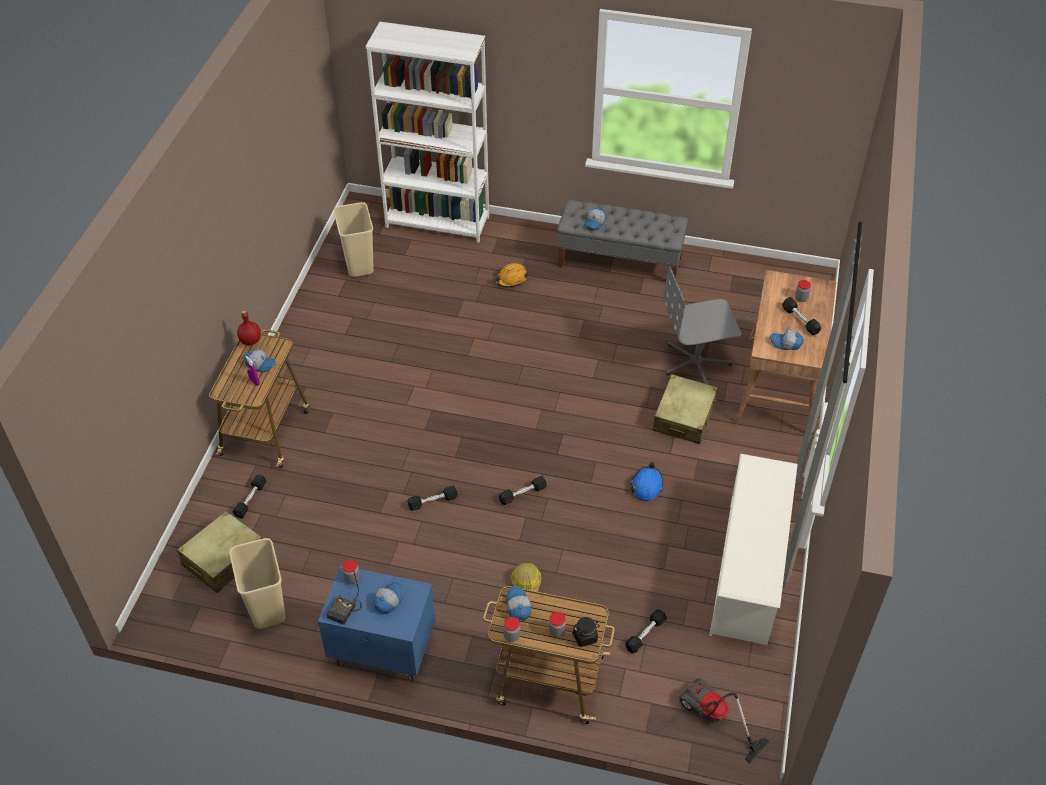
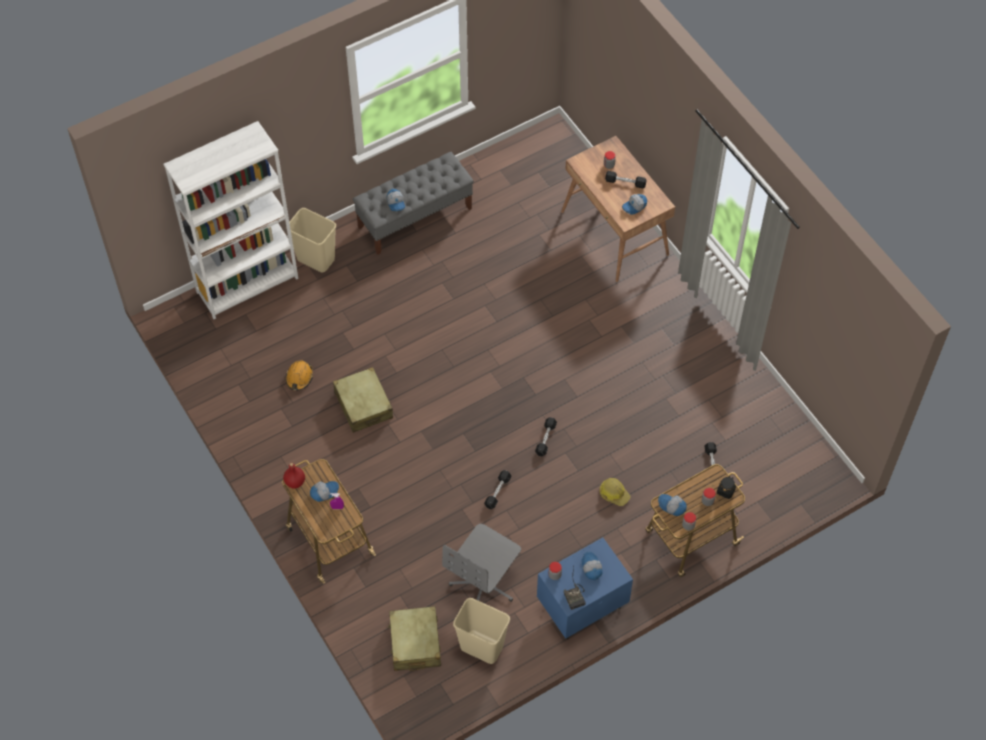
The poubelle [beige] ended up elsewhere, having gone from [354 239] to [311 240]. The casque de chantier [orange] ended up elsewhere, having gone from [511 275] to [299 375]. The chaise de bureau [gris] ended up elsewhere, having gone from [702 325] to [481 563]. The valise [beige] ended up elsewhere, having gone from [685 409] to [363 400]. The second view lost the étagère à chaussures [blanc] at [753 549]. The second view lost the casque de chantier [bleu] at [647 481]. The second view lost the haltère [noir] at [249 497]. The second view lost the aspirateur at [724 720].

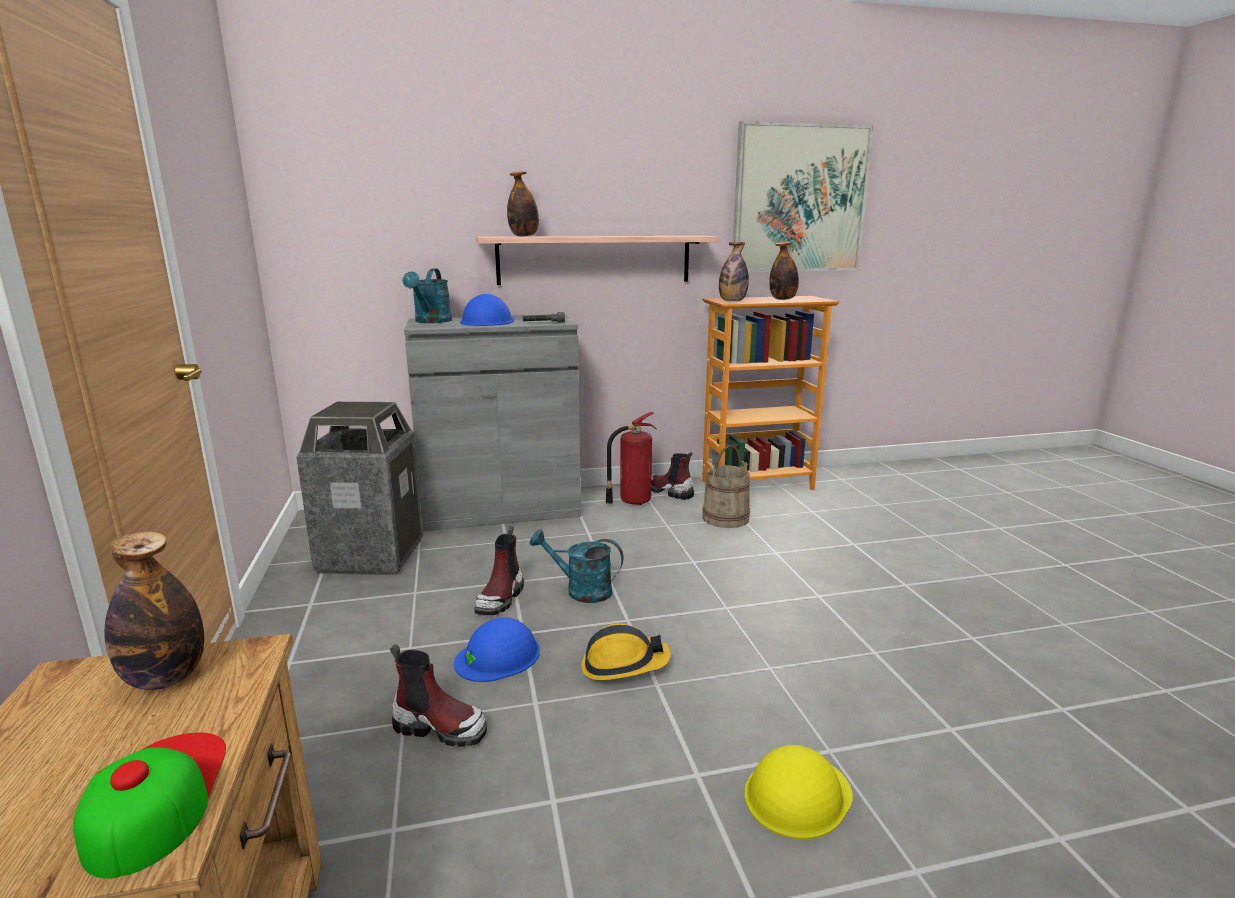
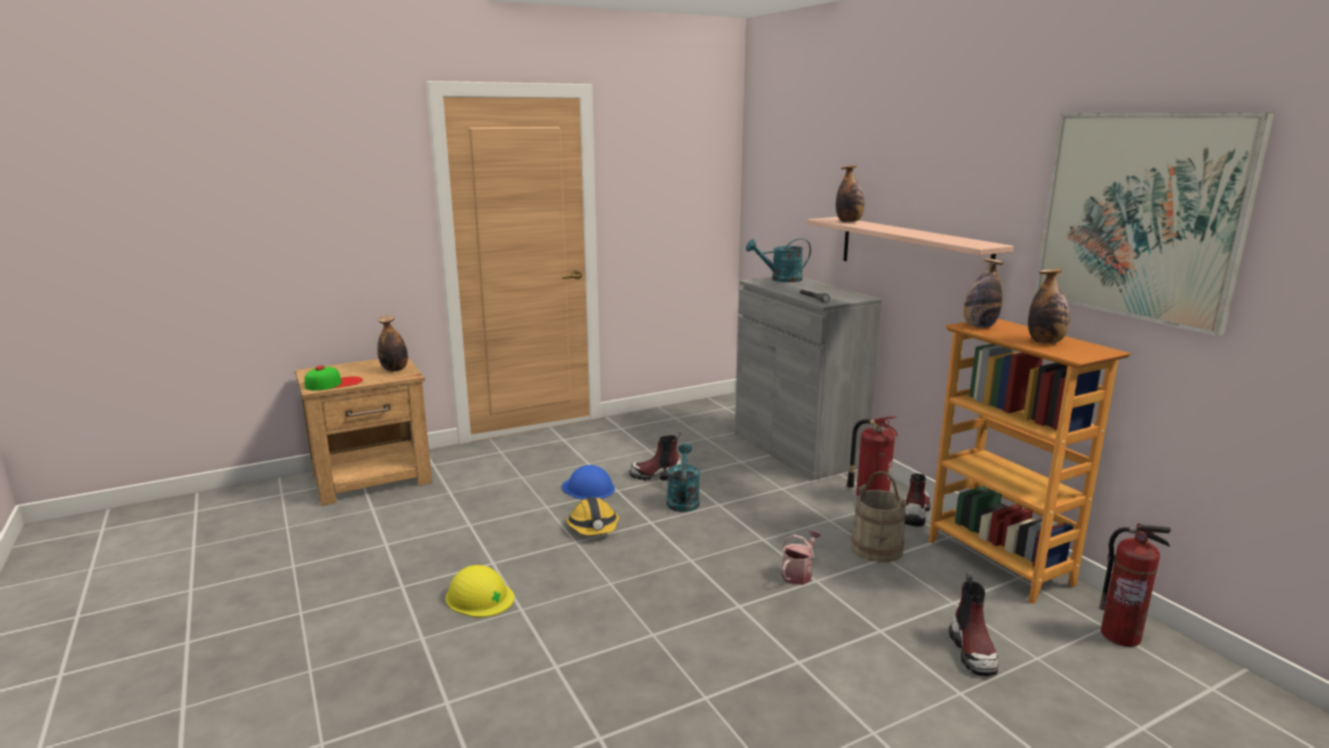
The second view lost the casque de chantier [bleu] at [487 310]. The second view lost the poubelle at [359 488]. The botte ended up elsewhere, having gone from [438 695] to [973 624]. The second view gained the extincteur at [1135 585]. The second view gained the arrosoir at [801 557].

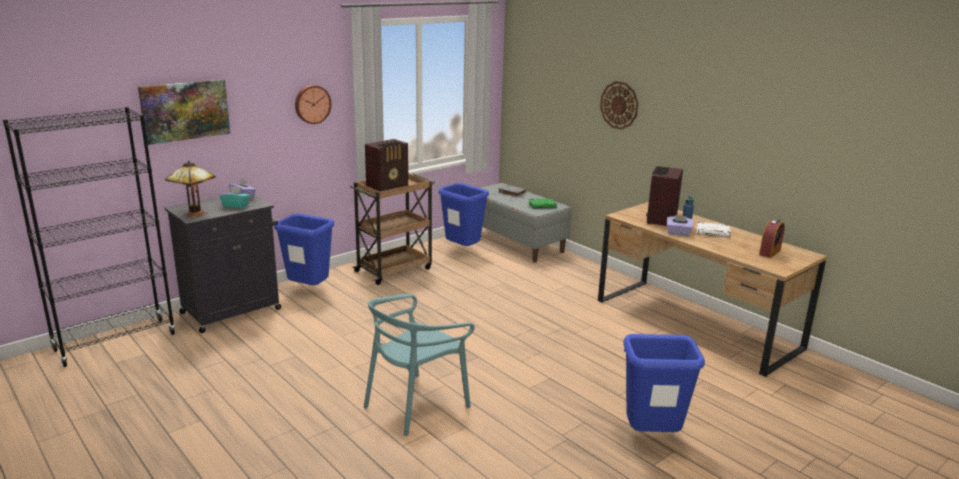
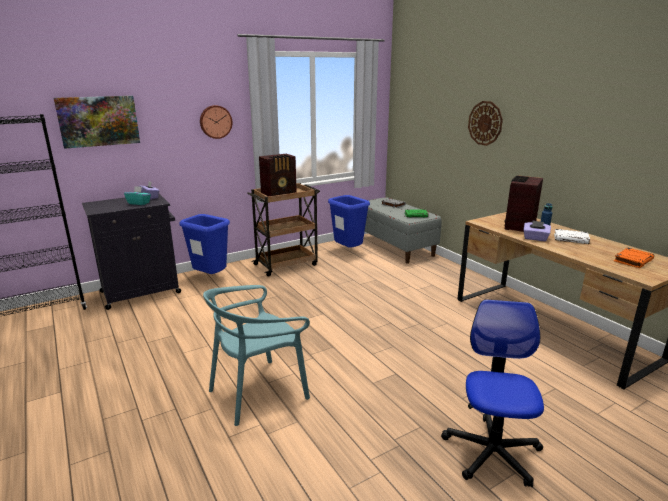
The second view lost the lampe de table at [190 189]. Where the réveil stood at [772 238], the livre [orange] came to stand at [634 258]. Where the poubelle [bleu] stood at [664 383], the chaise de bureau came to stand at [492 393].

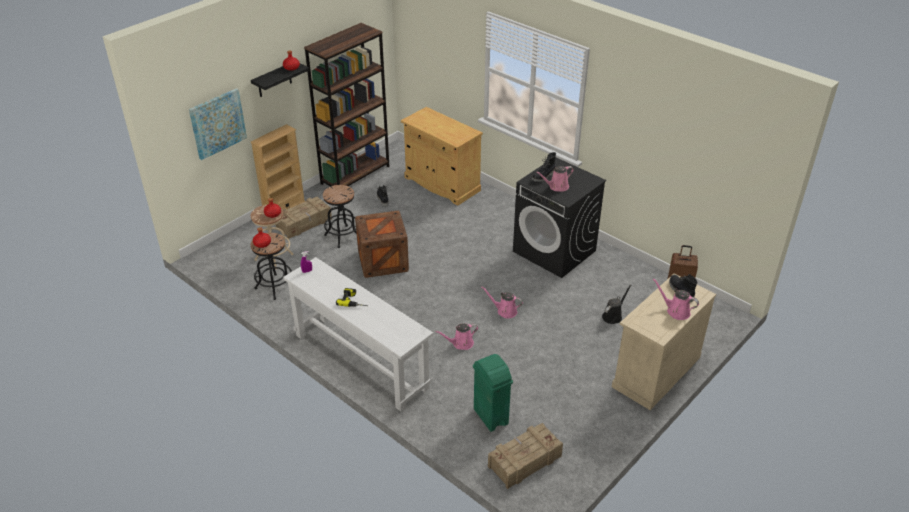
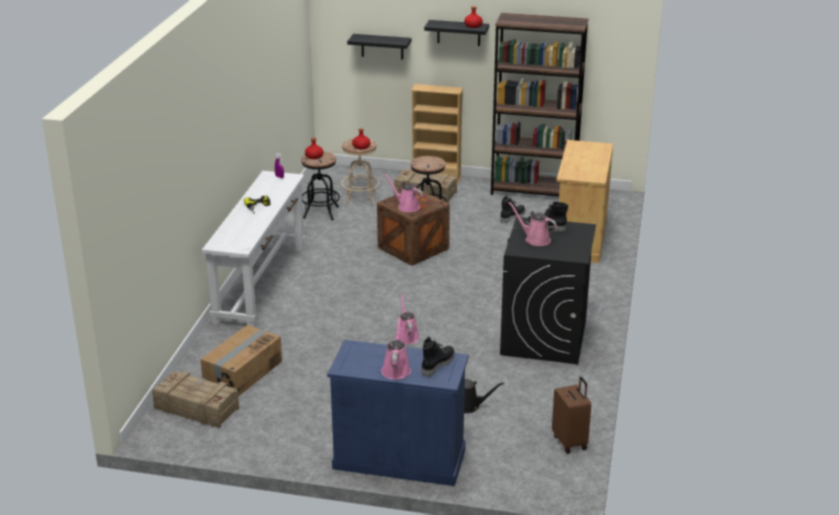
Where the tableau hung at [218 124], the étagère [noir] came to hang at [379 46]. What was the meuble de rangement [beige] at [664 341] turned into the meuble de rangement [bleu] at [398 413]. The arrosoir [rose] ended up elsewhere, having gone from [456 336] to [403 193]. Where the poubelle [vert] stood at [493 393], the carton came to stand at [241 360].

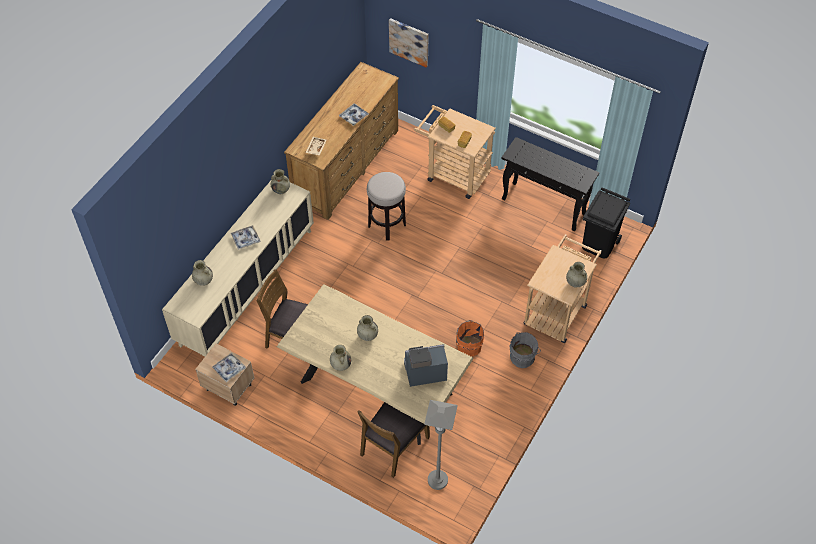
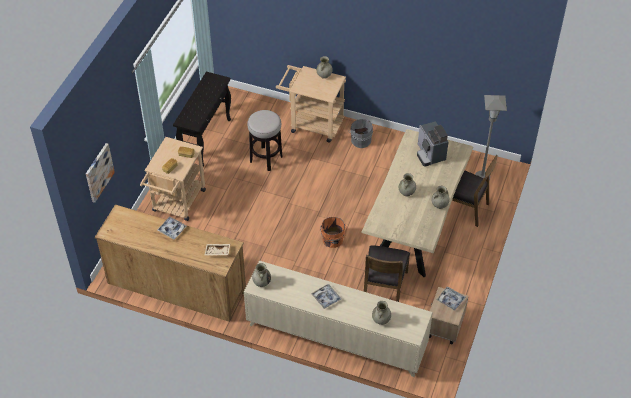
The tabouret ended up elsewhere, having gone from [386 206] to [265 140]. The second view lost the poubelle [noir] at [606 223]. The seau [orange] ended up elsewhere, having gone from [470 338] to [333 232].

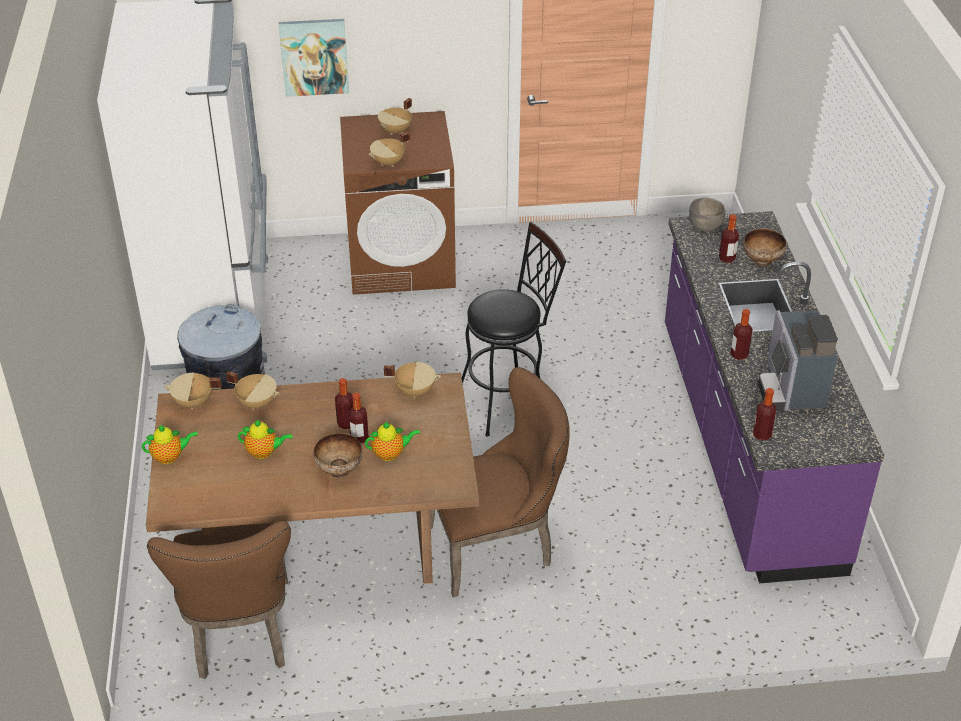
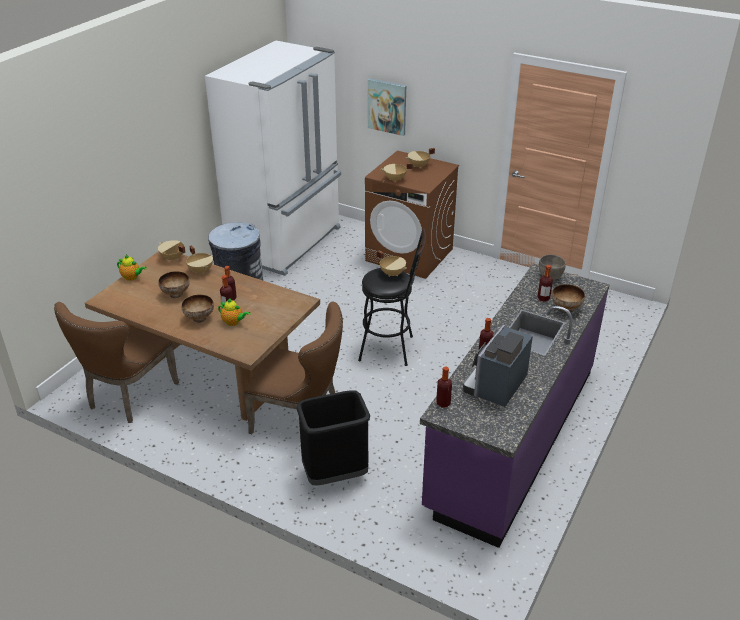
The marmite [beige] ended up elsewhere, having gone from [412 380] to [392 263]. Where the théière stood at [265 439], the bol came to stand at [174 284]. The second view gained the poubelle [noir] at [333 437].

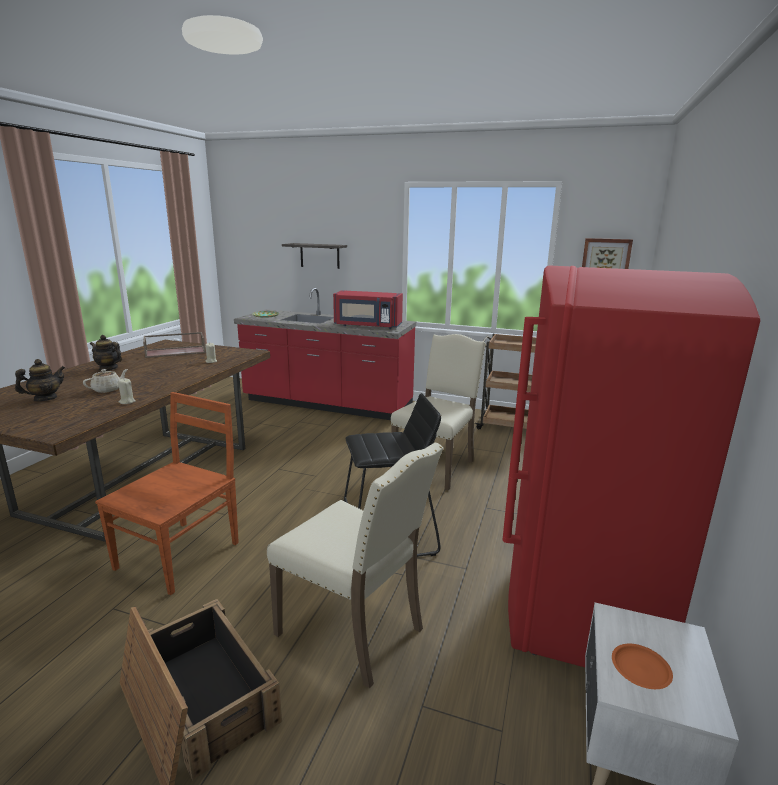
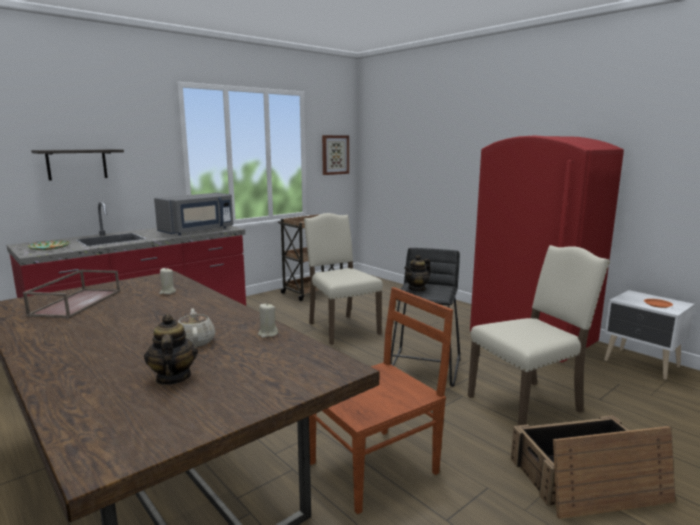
What was the micro-ondes [rouge] at [368 309] turned into the micro-ondes [gris] at [193 214]. The théière ended up elsewhere, having gone from [106 353] to [417 273]. The chaise [marron] at [167 493] ended up facing another way, 90 degrees clockwise from before.

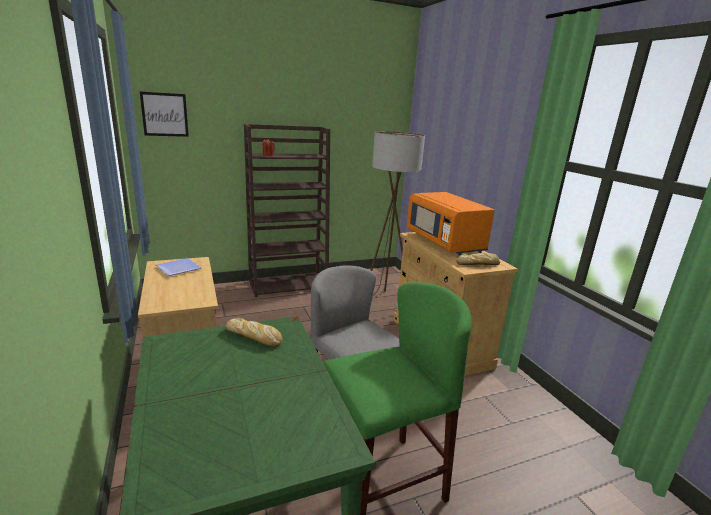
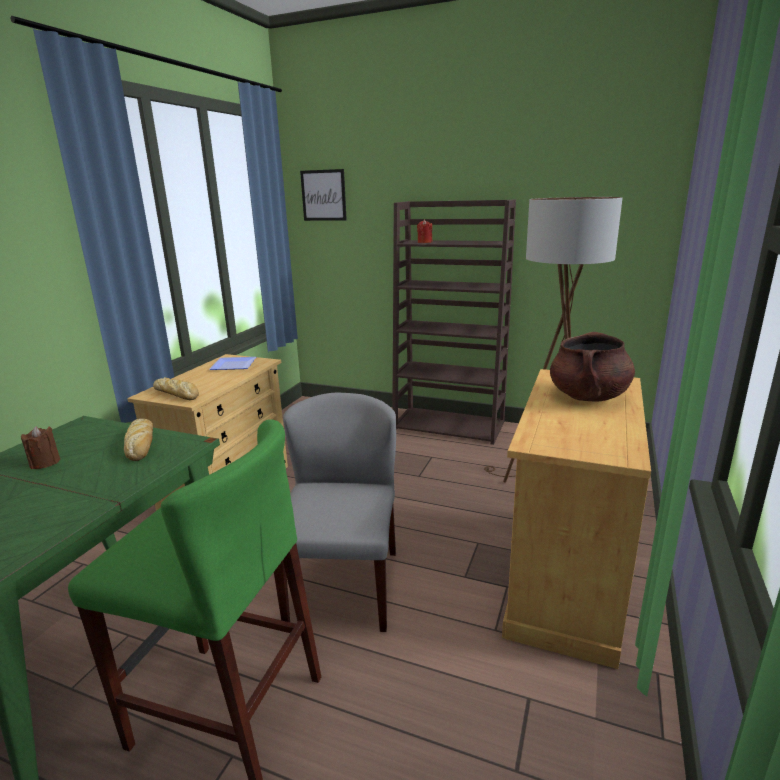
Where the micro-ondes [orange] stood at [450 224], the marmite [marron] came to stand at [592 367]. The pain ended up elsewhere, having gone from [478 259] to [176 388]. The second view gained the bougie [marron] at [40 447].

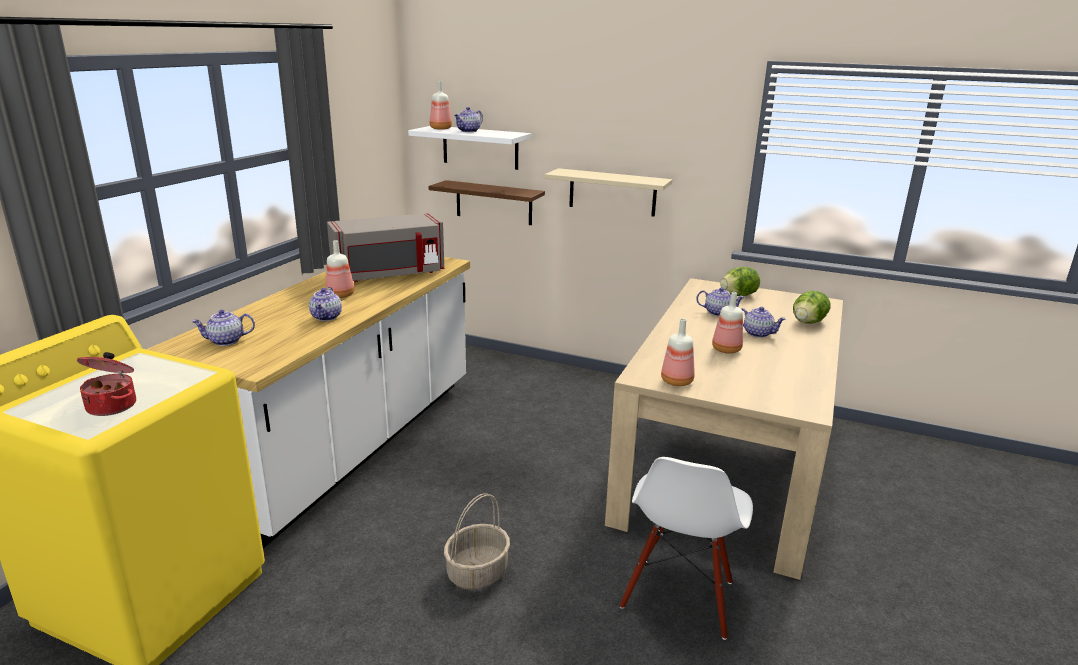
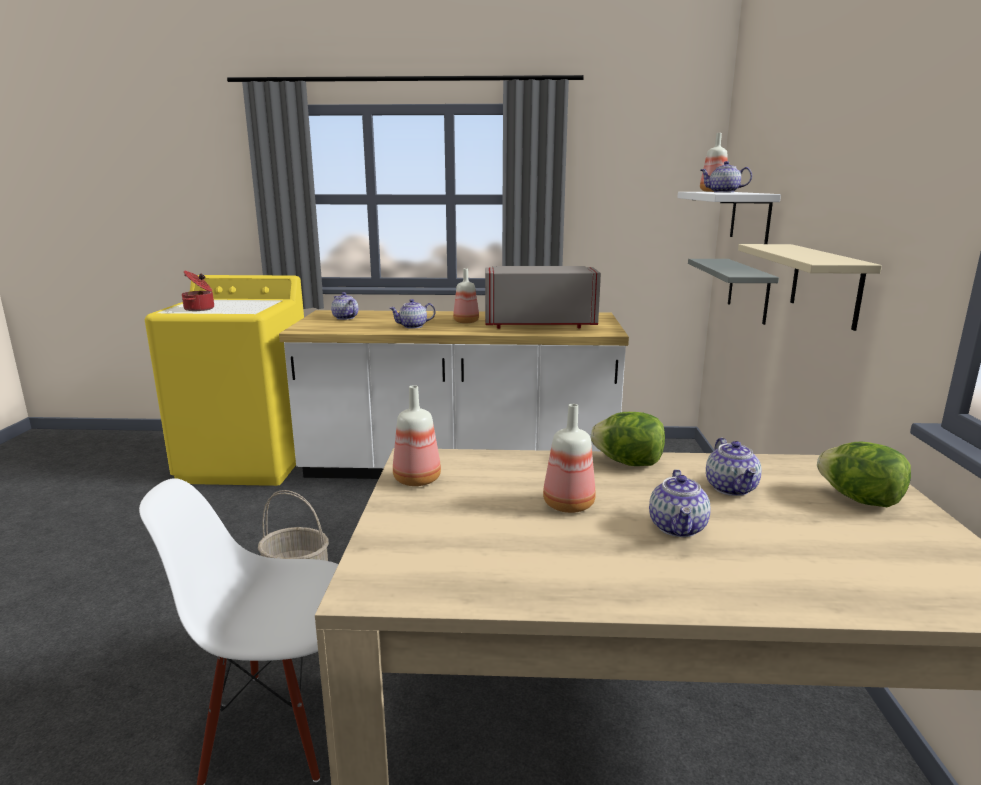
What was the étagère [marron] at [487 202] turned into the étagère [gris] at [733 292]. The micro-ondes [gris] at [386 247] ended up facing another way, 135 degrees clockwise from before. The laitue ended up elsewhere, having gone from [812 307] to [628 439].

